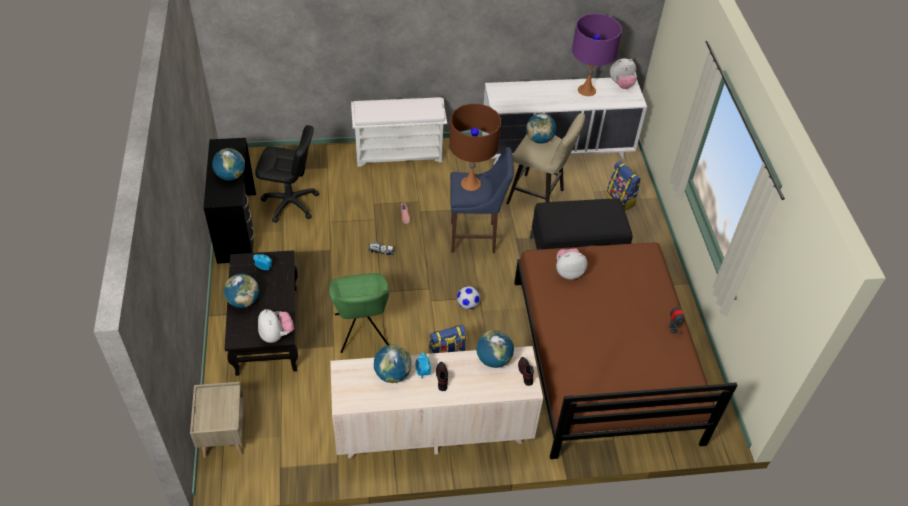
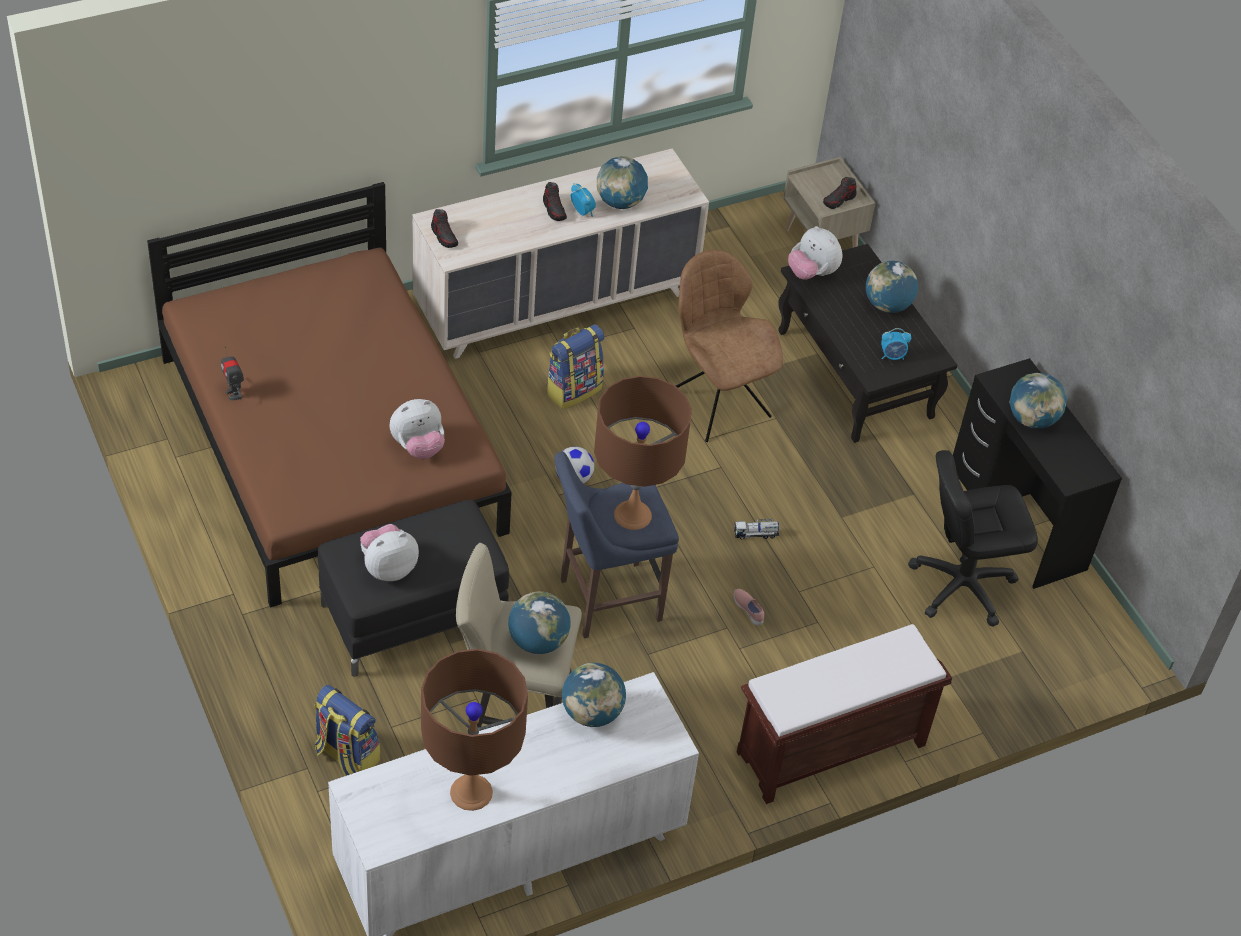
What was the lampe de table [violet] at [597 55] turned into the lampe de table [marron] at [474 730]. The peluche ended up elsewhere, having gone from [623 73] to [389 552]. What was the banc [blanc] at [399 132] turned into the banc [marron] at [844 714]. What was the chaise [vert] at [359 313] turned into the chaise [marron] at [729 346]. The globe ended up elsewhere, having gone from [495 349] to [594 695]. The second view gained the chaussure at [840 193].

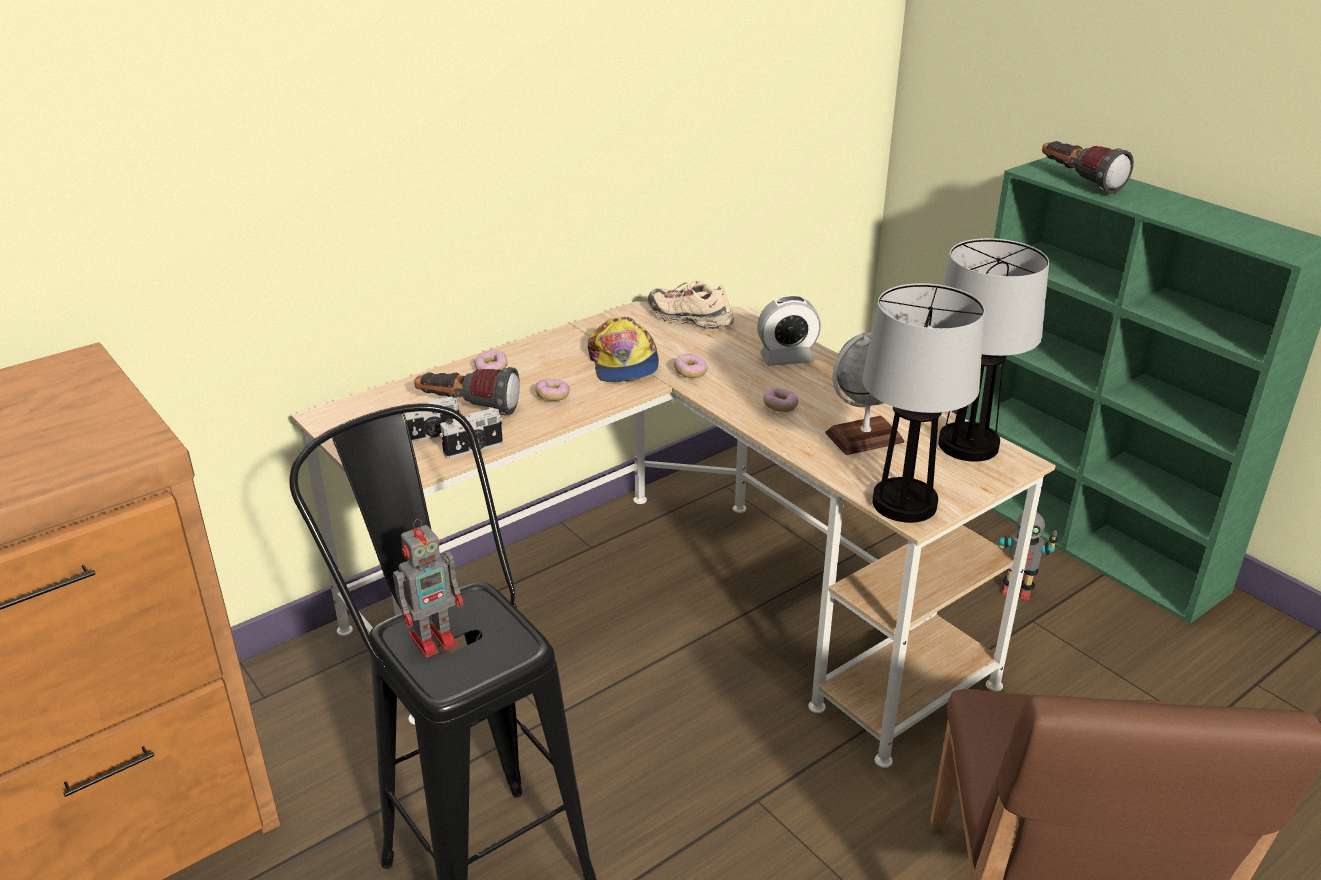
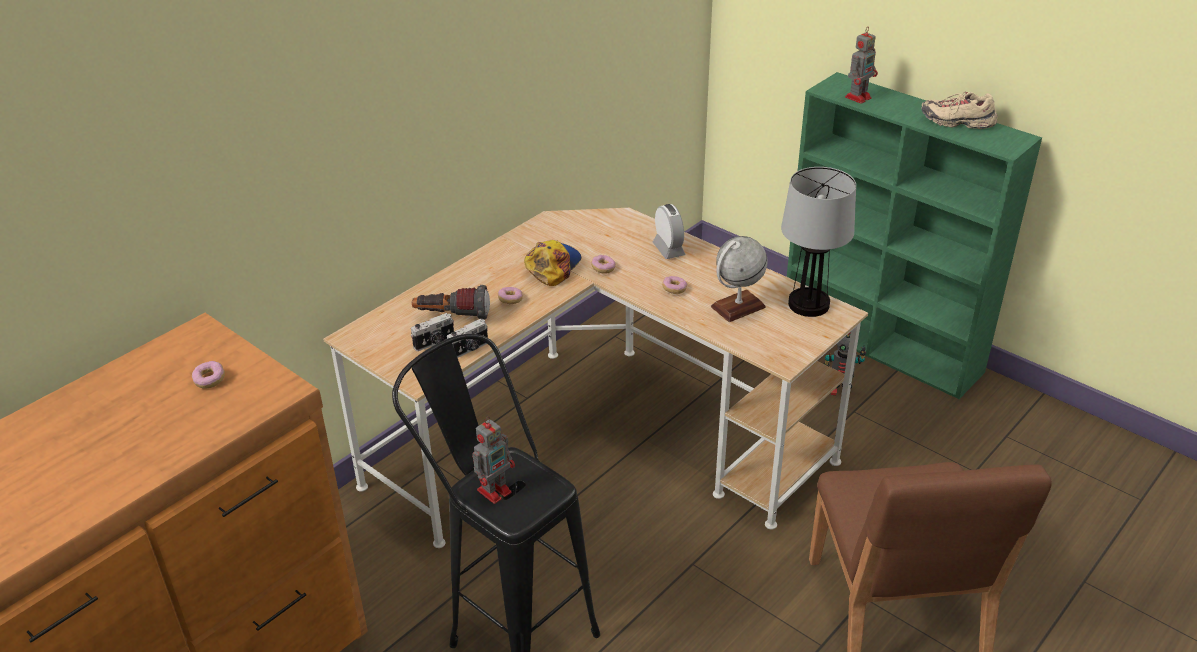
Where the lampe de poche stood at [1088 167], the robot jouet came to stand at [861 65]. The chaussure [beige] ended up elsewhere, having gone from [691 304] to [959 110]. The second view lost the lampe de table at [923 403]. The réveil at [789 330] ended up facing another way, 90 degrees counterclockwise from before. The casquette at [623 349] ended up facing another way, 135 degrees counterclockwise from before. The beignet ended up elsewhere, having gone from [491 360] to [208 375].

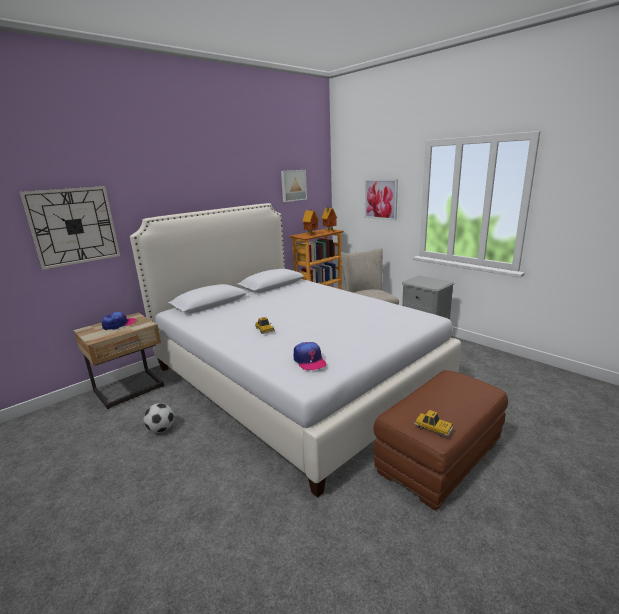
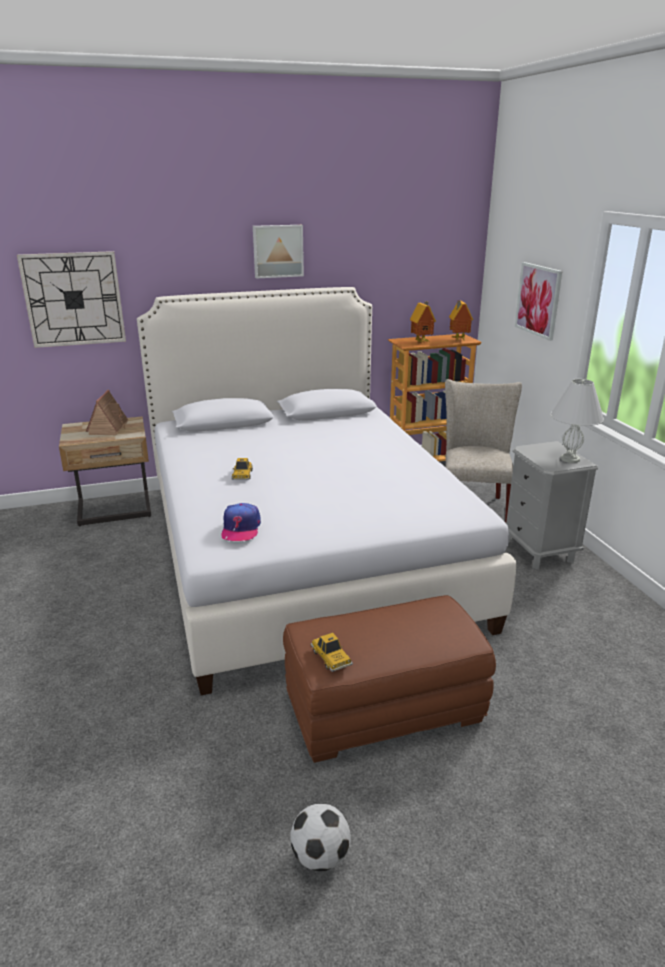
The tableau ended up elsewhere, having gone from [294 186] to [278 252]. Where the casquette stood at [119 321], the maison miniature came to stand at [107 412]. The ballon de foot ended up elsewhere, having gone from [159 418] to [320 837]. The second view gained the lampe de table [blanc] at [577 421].

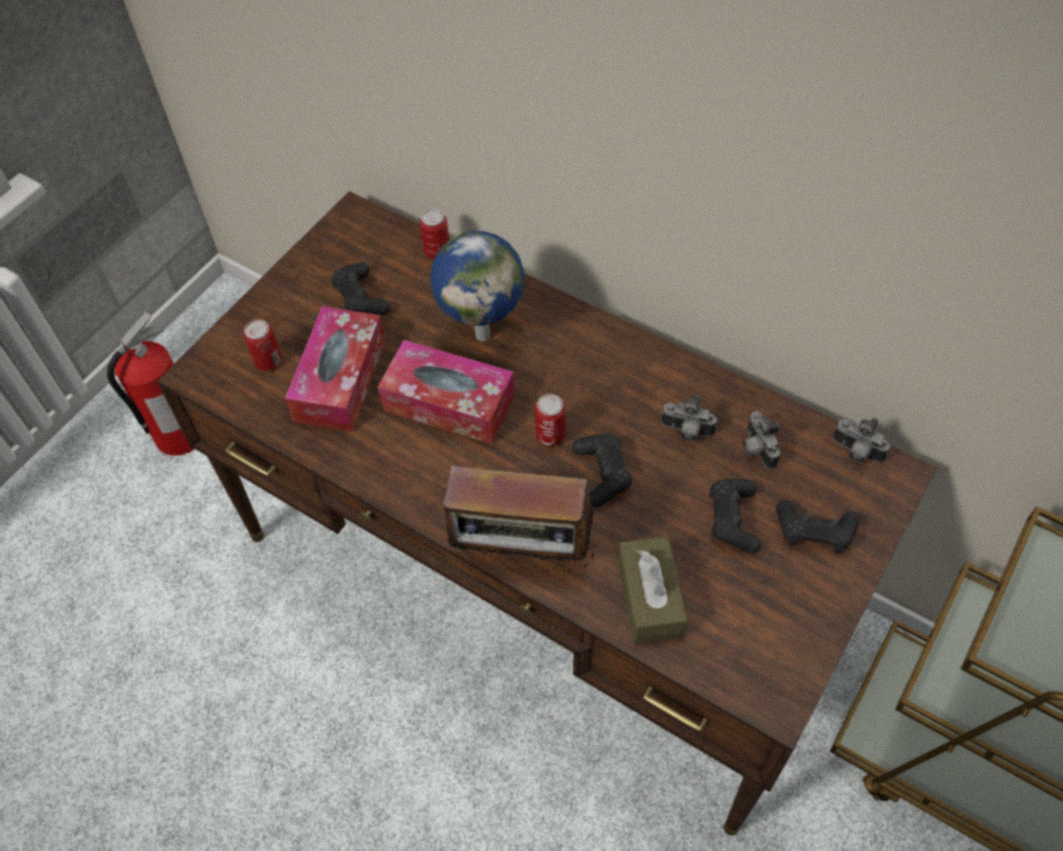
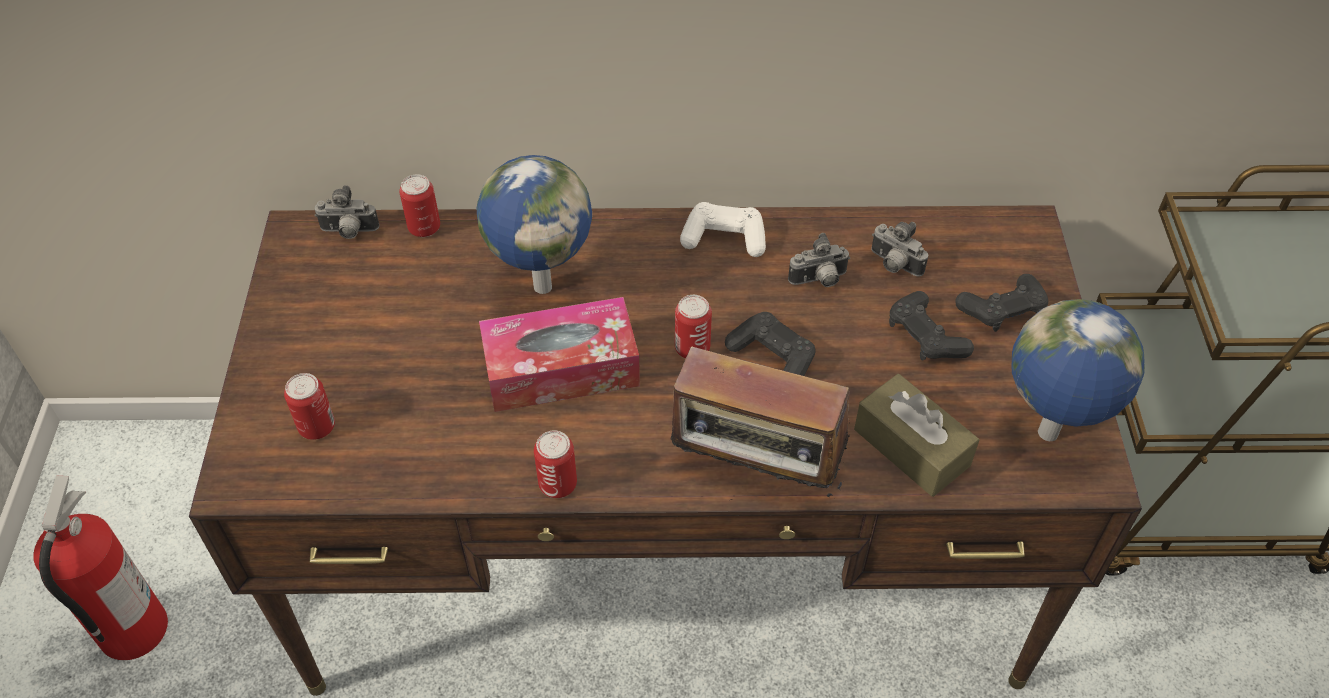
The second view lost the manette [noir] at [360 288]. The second view lost the boîte à mouchoirs at [335 369]. The appareil photo ended up elsewhere, having gone from [861 440] to [347 212]. The radio at [518 525] ended up facing another way, 45 degrees clockwise from before. The second view gained the manette [blanc] at [723 229]. The second view gained the globe at [1078 370]. The second view gained the boîte métallique at [555 464].

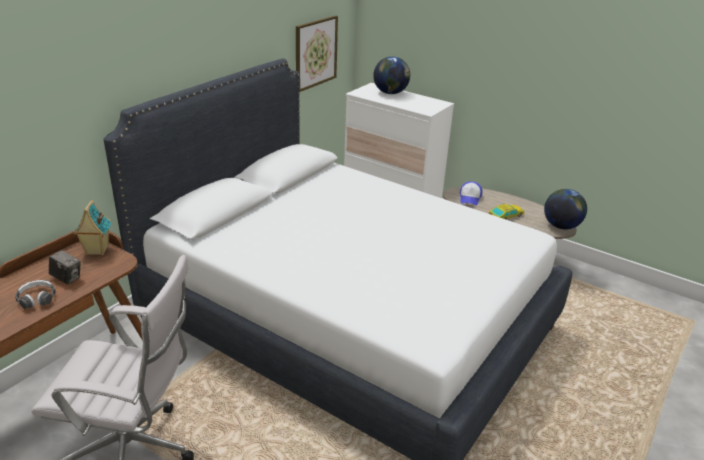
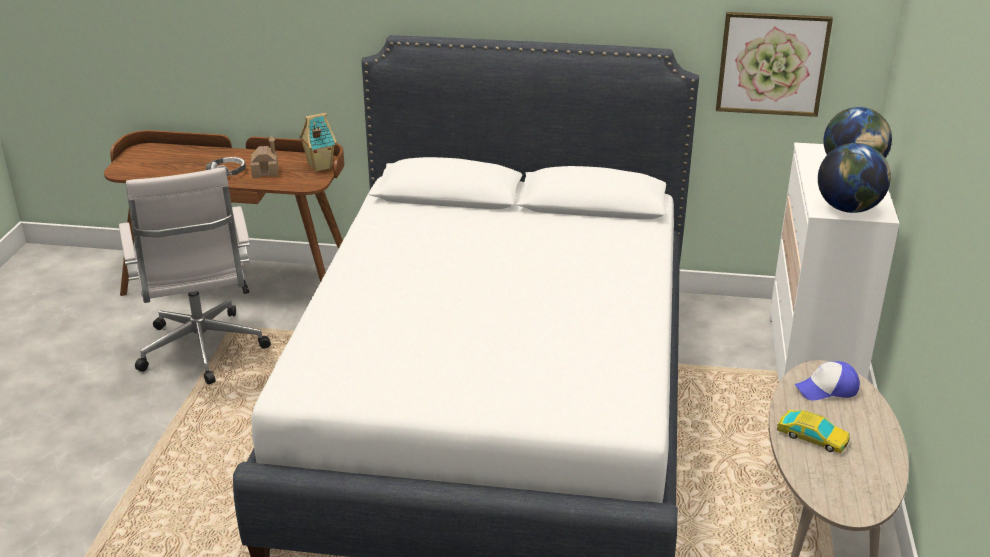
The globe ended up elsewhere, having gone from [565 209] to [854 178]. Where the appareil photo stood at [65 267], the maison miniature came to stand at [264 157].

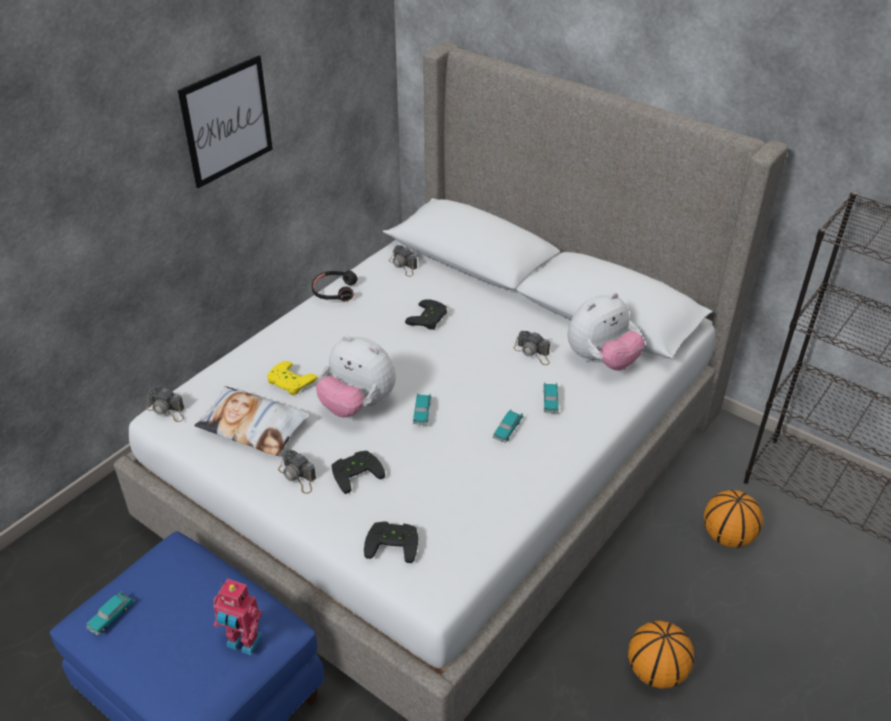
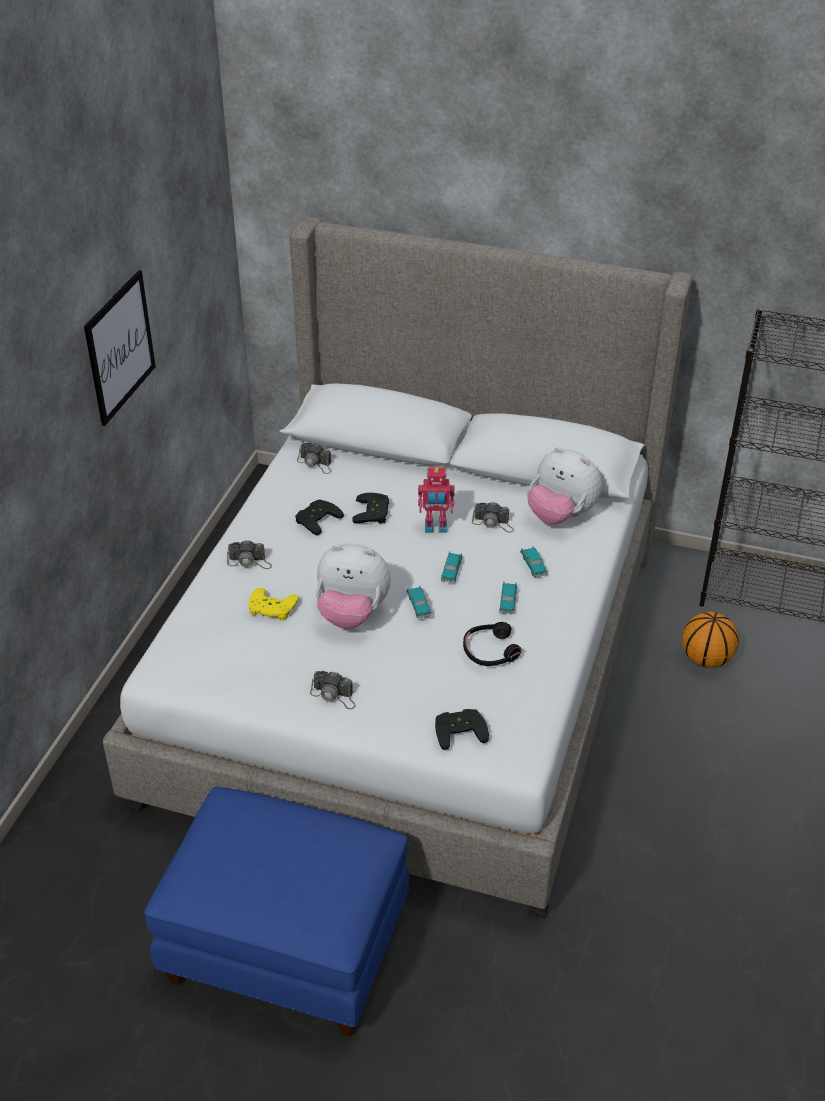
The casque audio [noir] ended up elsewhere, having gone from [335 286] to [492 644]. The peluche at [606 331] ended up facing another way, 90 degrees clockwise from before. The second view lost the coussin at [252 421]. The appareil photo ended up elsewhere, having gone from [165 405] to [249 555]. The manette [noir] ended up elsewhere, having gone from [358 472] to [319 517]. The robot jouet ended up elsewhere, having gone from [238 617] to [436 500]. The petite voiture ended up elsewhere, having gone from [110 613] to [452 567]. The second view lost the ballon de basket at [661 655].

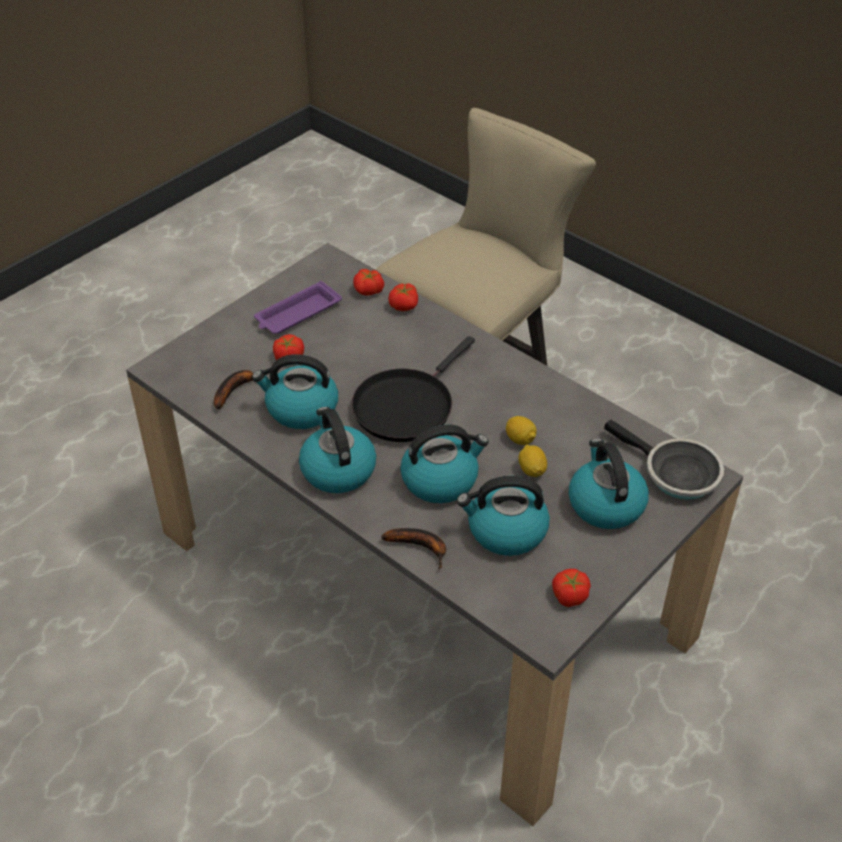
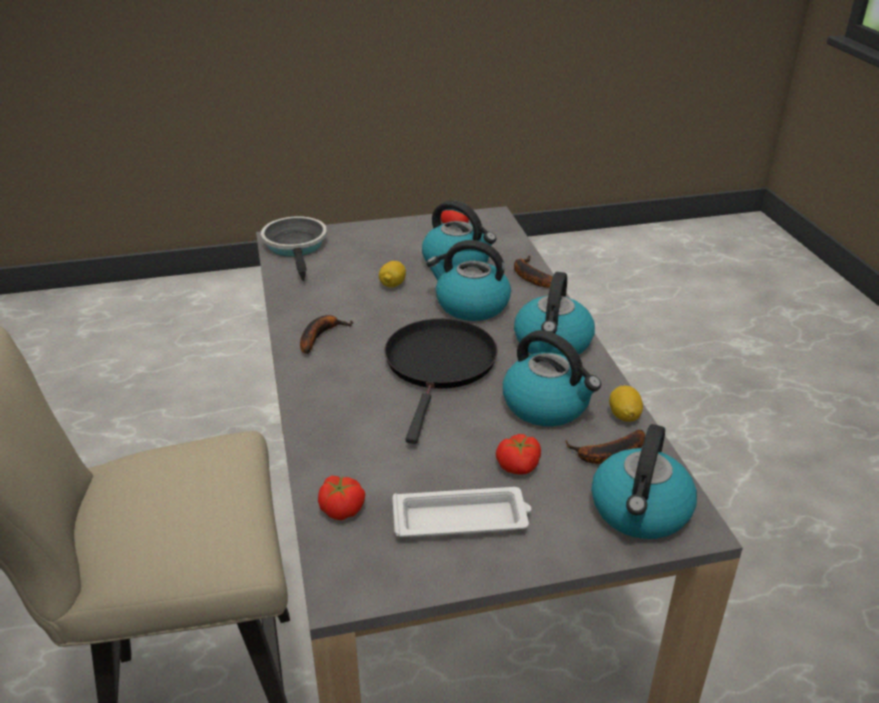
What was the plateau [violet] at [298 307] turned into the plateau [blanc] at [461 512]. The second view lost the tomate at [403 297]. The poêle [noir] at [413 389] ended up facing another way, 60 degrees counterclockwise from before. The citron ended up elsewhere, having gone from [521 430] to [626 404]. The bouilloire ended up elsewhere, having gone from [609 483] to [644 481]. The second view gained the banane at [326 334].

